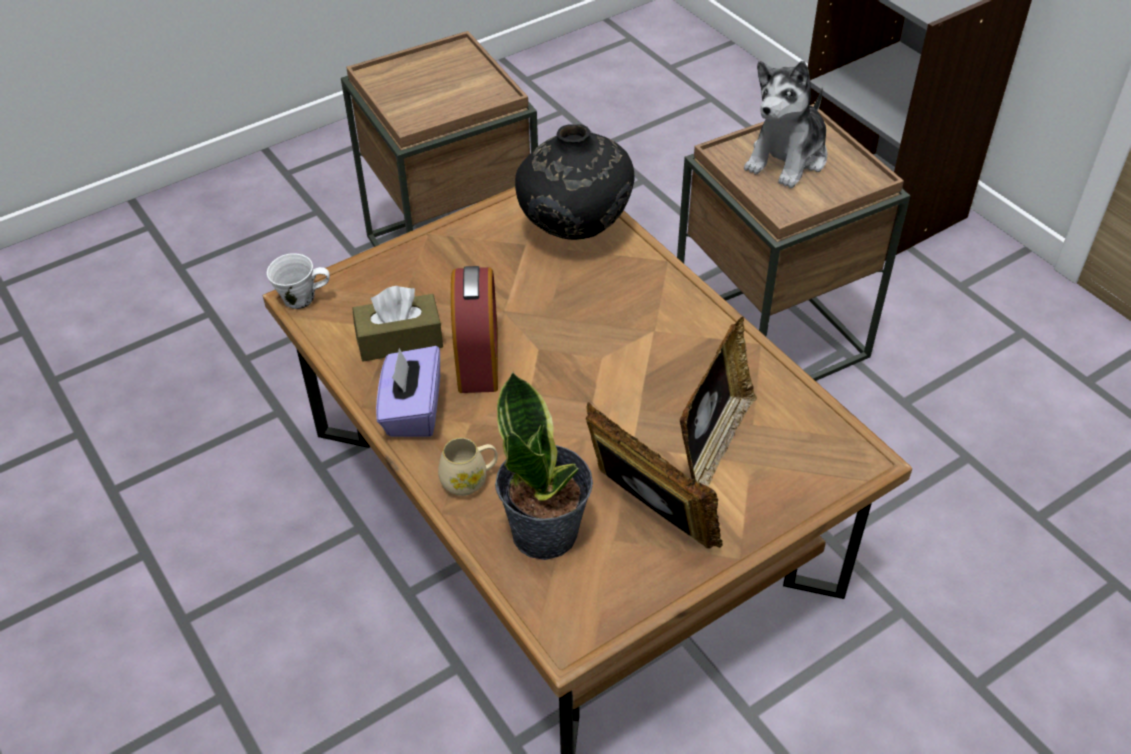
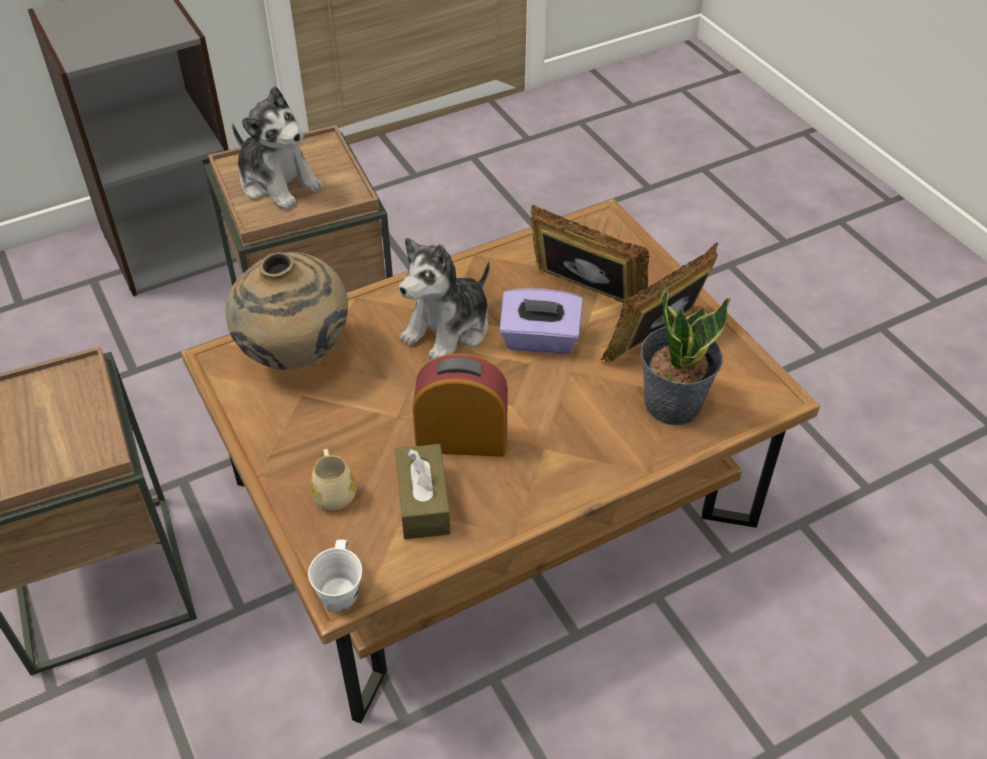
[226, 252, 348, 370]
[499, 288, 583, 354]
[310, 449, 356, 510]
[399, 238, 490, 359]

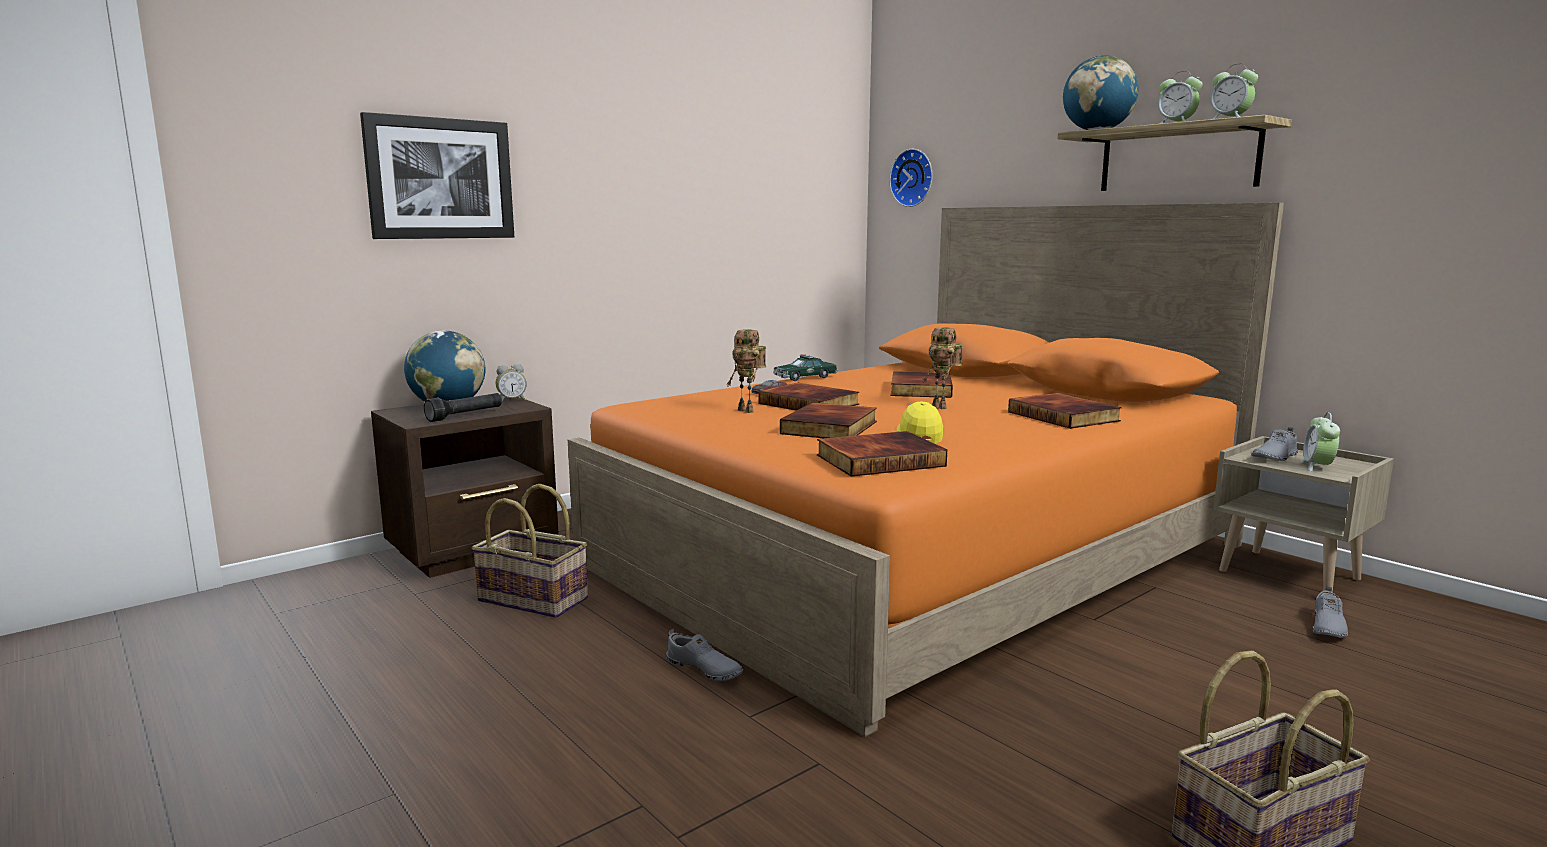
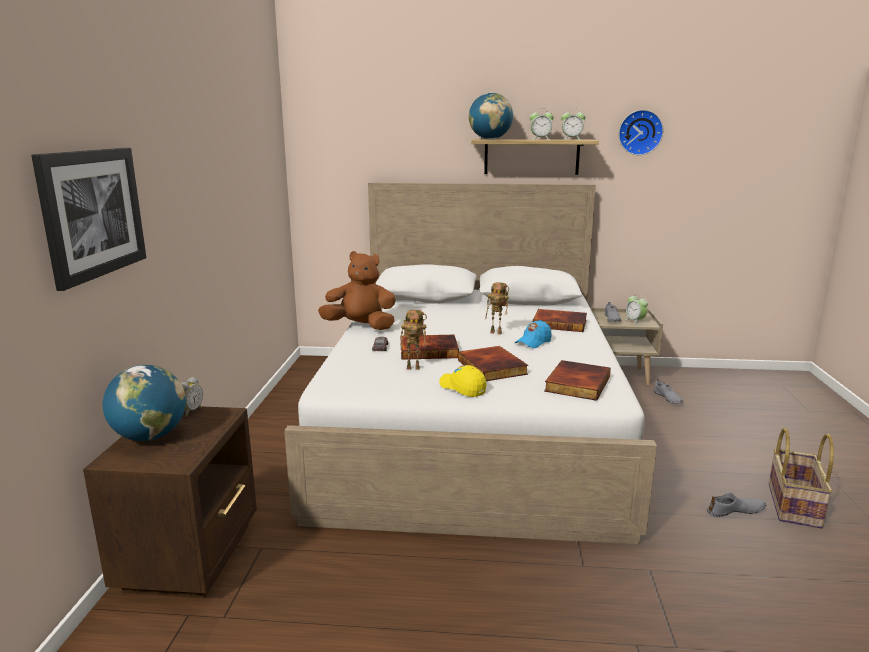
[619, 110, 664, 155]
[284, 183, 657, 545]
[318, 251, 396, 330]
[891, 371, 953, 398] (first image)
[424, 393, 502, 422] (first image)
[439, 365, 486, 397]
[472, 484, 588, 618] (first image)
[707, 492, 766, 517]
[515, 320, 552, 348]

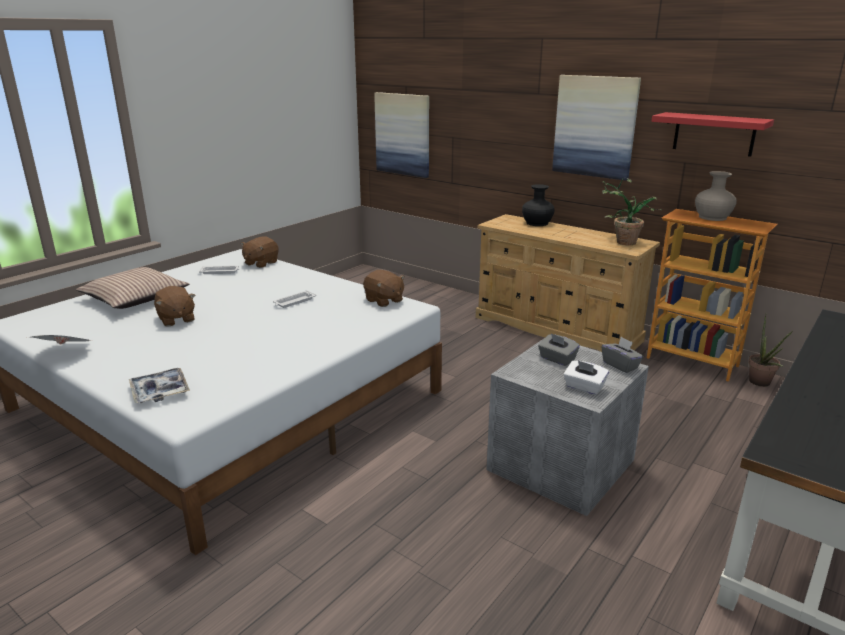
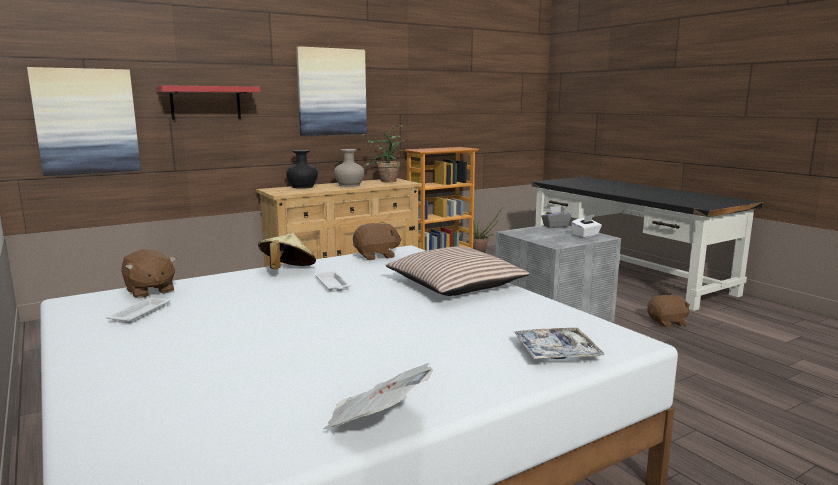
[156, 85, 260, 120]
[334, 149, 364, 187]
[386, 246, 530, 296]
[647, 294, 690, 327]
[538, 333, 580, 366] (first image)
[258, 233, 316, 270]

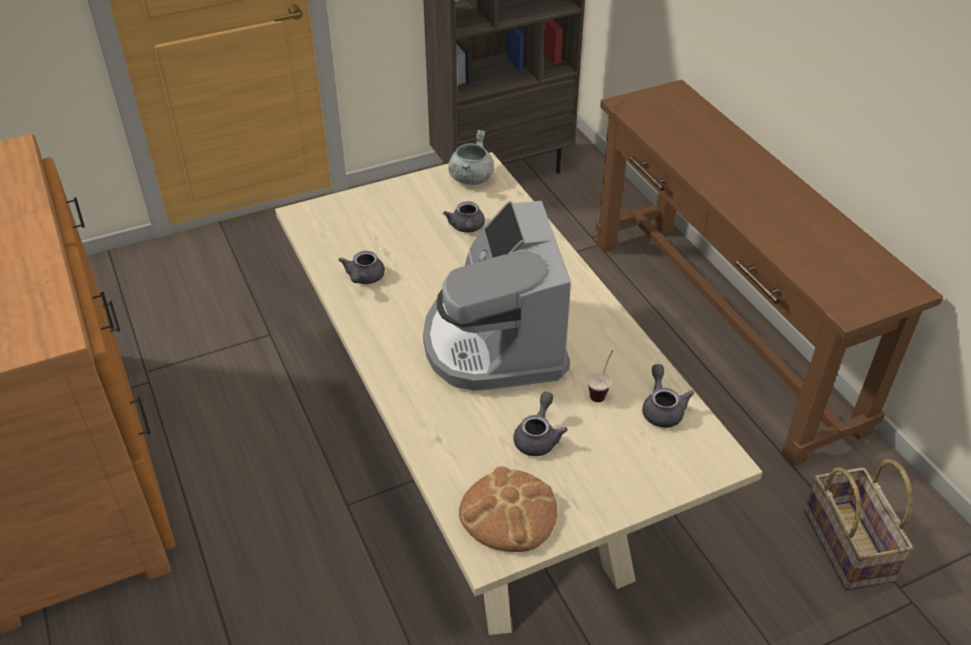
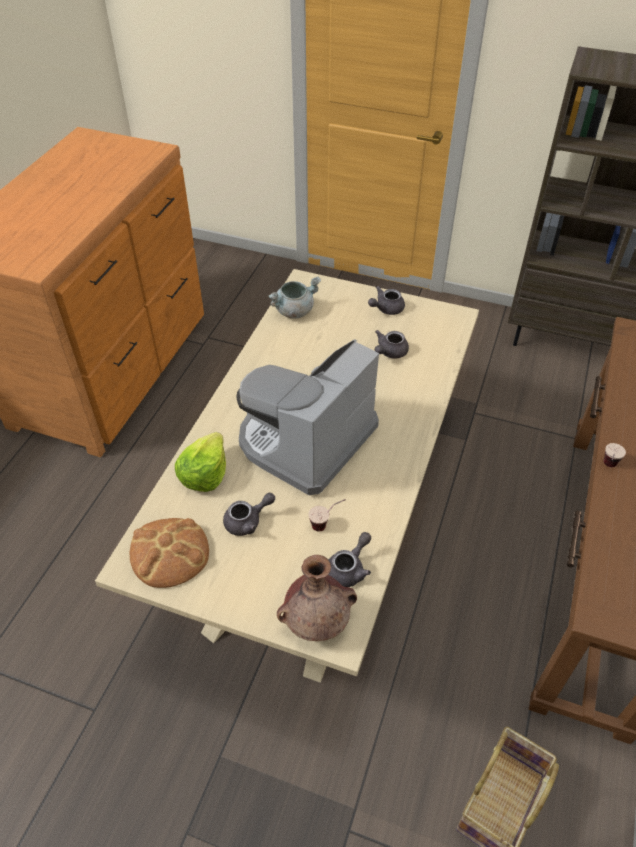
[268, 276, 321, 319]
[368, 286, 405, 315]
[175, 432, 226, 492]
[604, 443, 626, 467]
[277, 555, 357, 641]

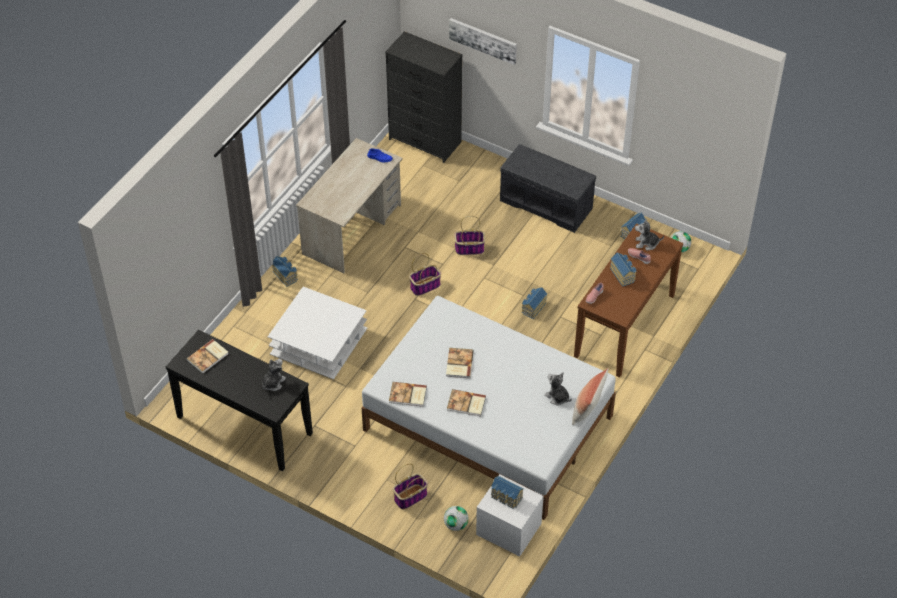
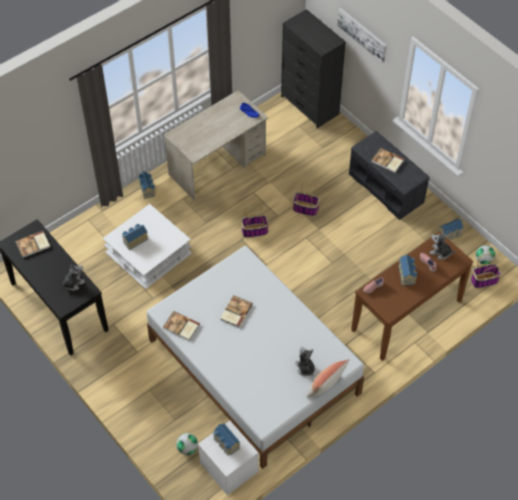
[122, 224, 148, 250]
[371, 148, 405, 173]
[471, 254, 502, 288]

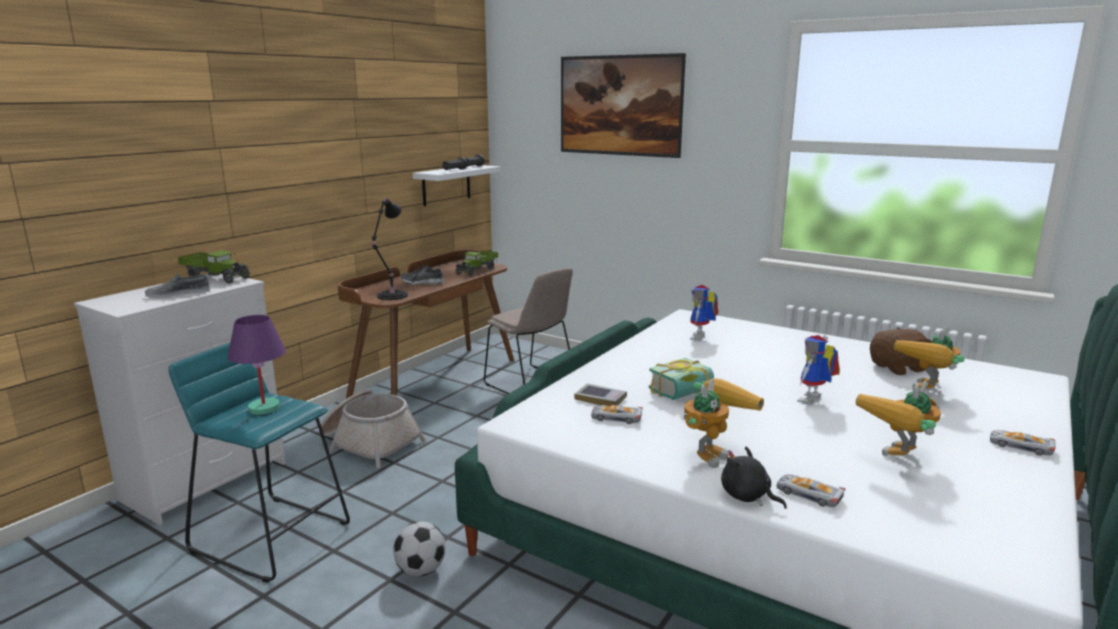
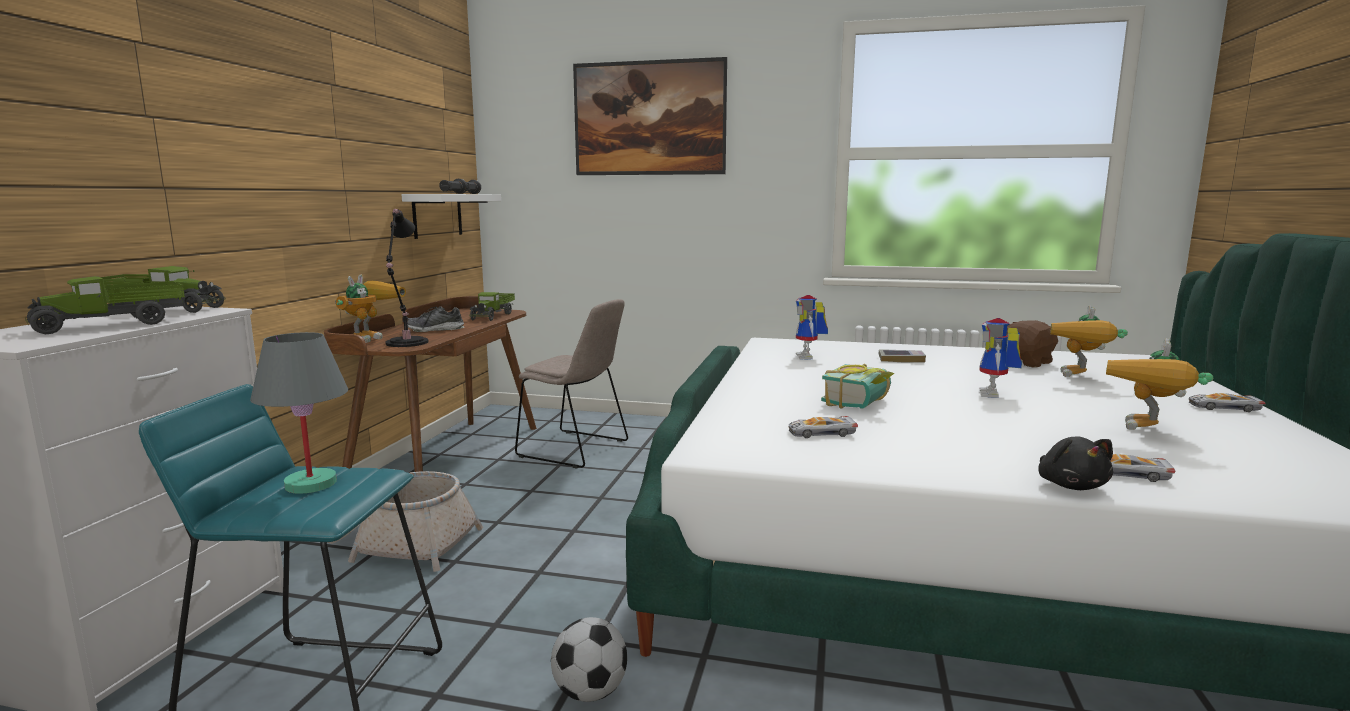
[25, 276, 185, 334]
[250, 332, 348, 494]
[335, 274, 406, 343]
[879, 349, 926, 363]
[1038, 436, 1113, 490]

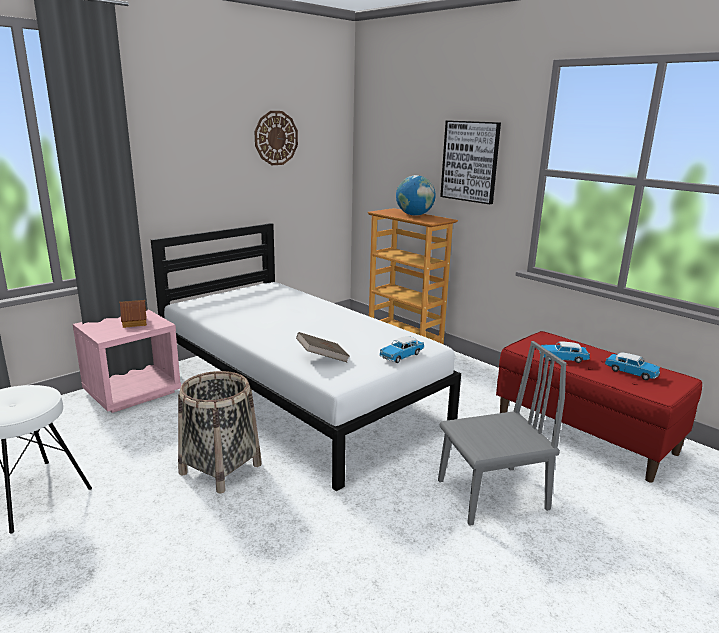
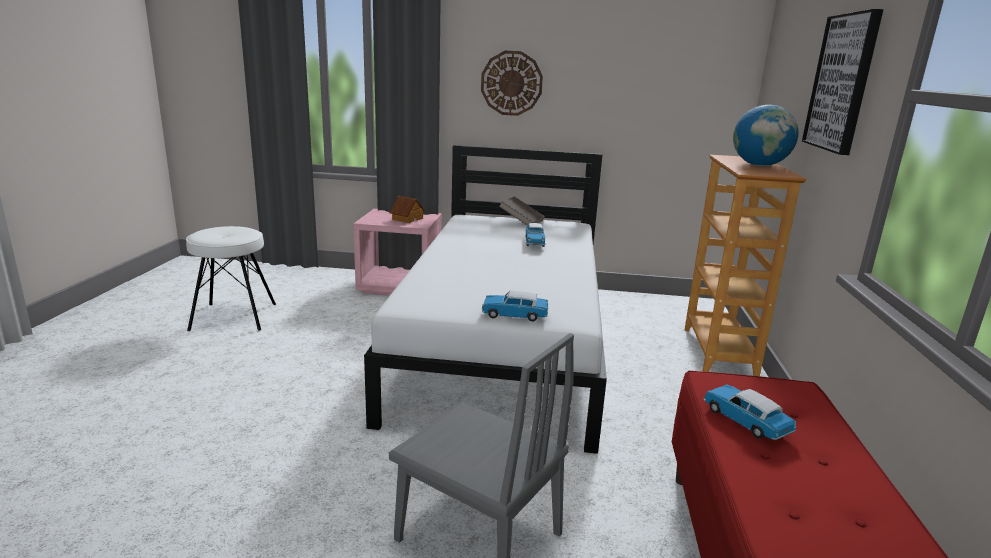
[481, 51, 543, 116]
[499, 197, 545, 226]
[525, 223, 545, 247]
[178, 371, 262, 493] (first image)

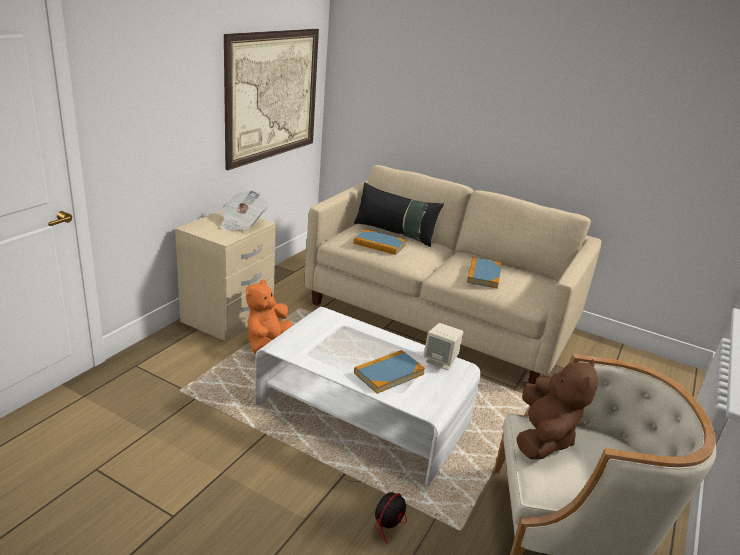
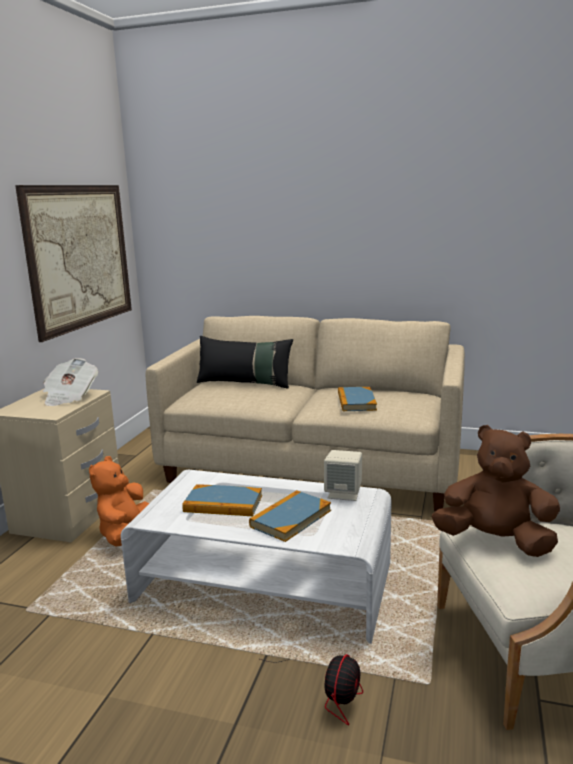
[182, 484, 262, 516]
[432, 425, 560, 557]

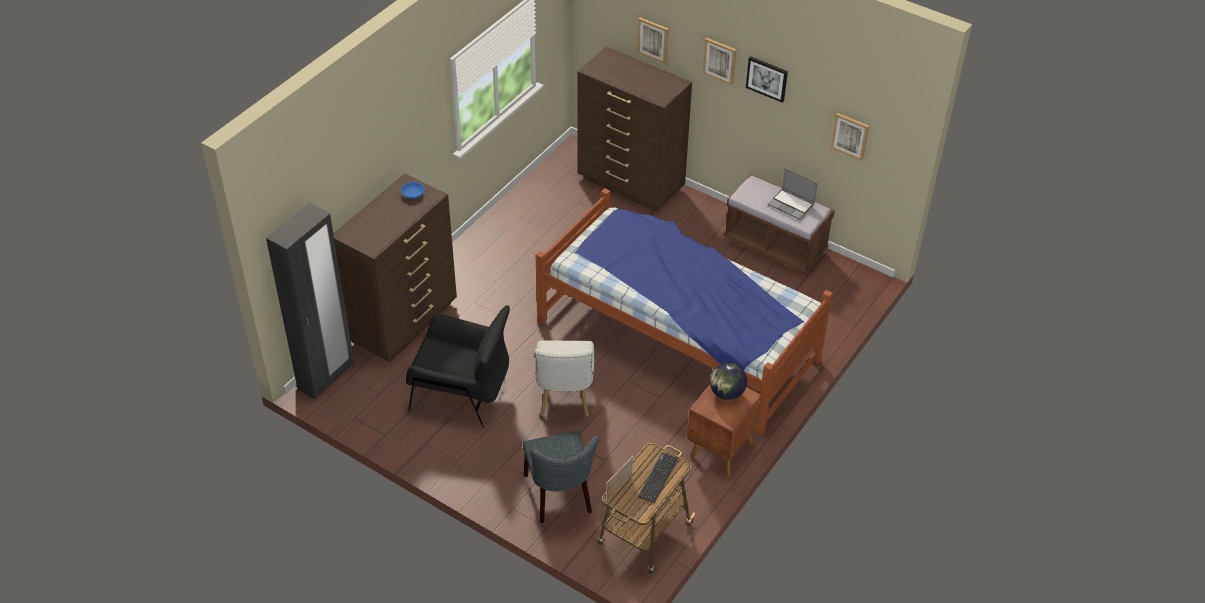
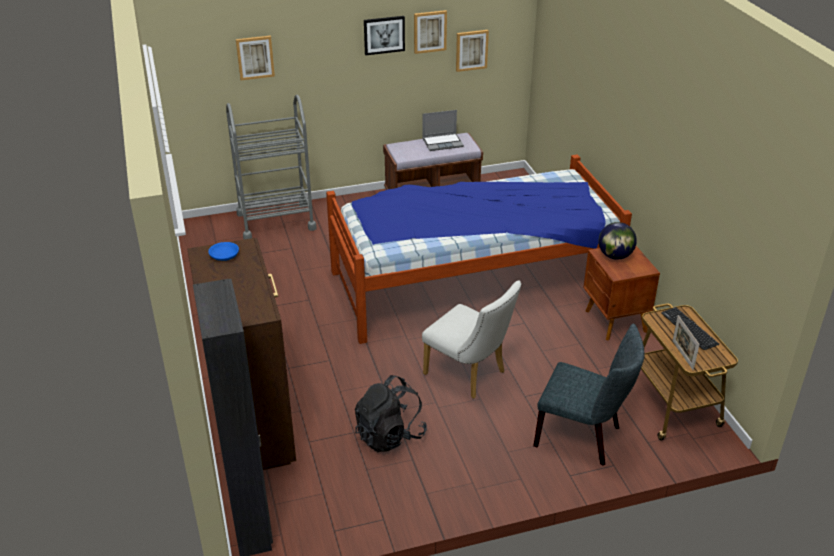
[414, 10, 447, 54]
[226, 95, 317, 239]
[355, 375, 427, 452]

